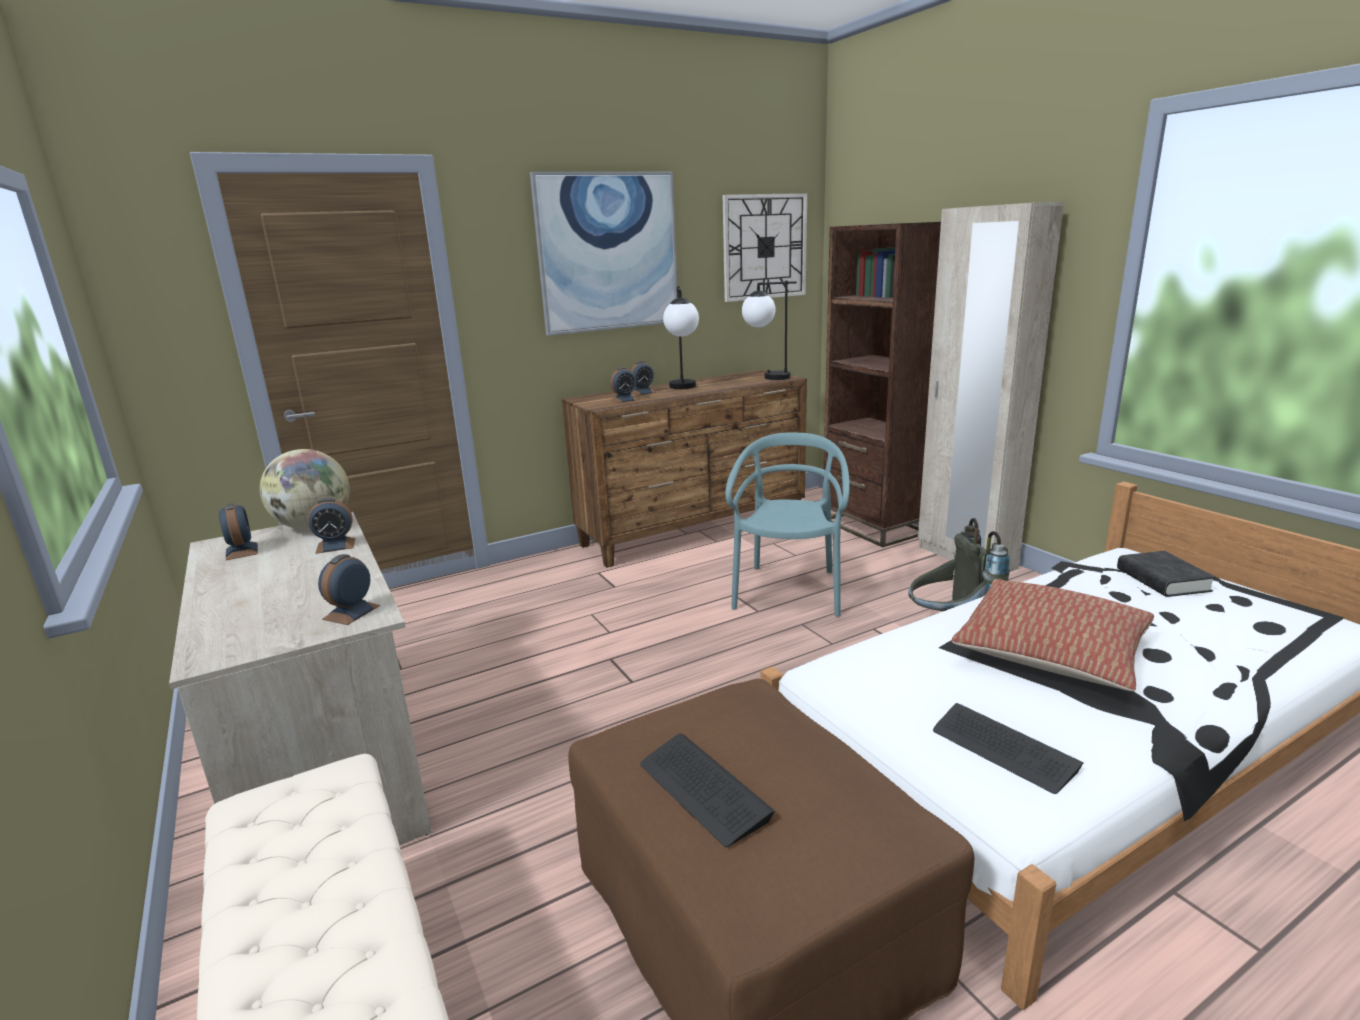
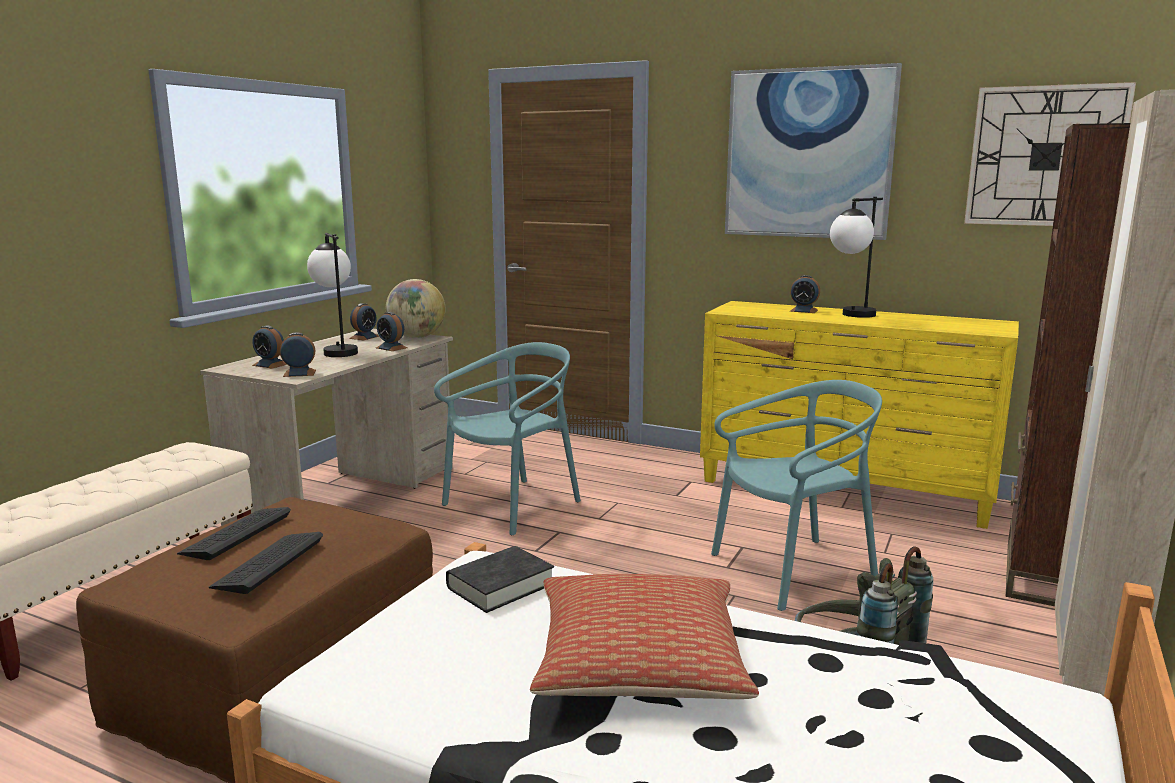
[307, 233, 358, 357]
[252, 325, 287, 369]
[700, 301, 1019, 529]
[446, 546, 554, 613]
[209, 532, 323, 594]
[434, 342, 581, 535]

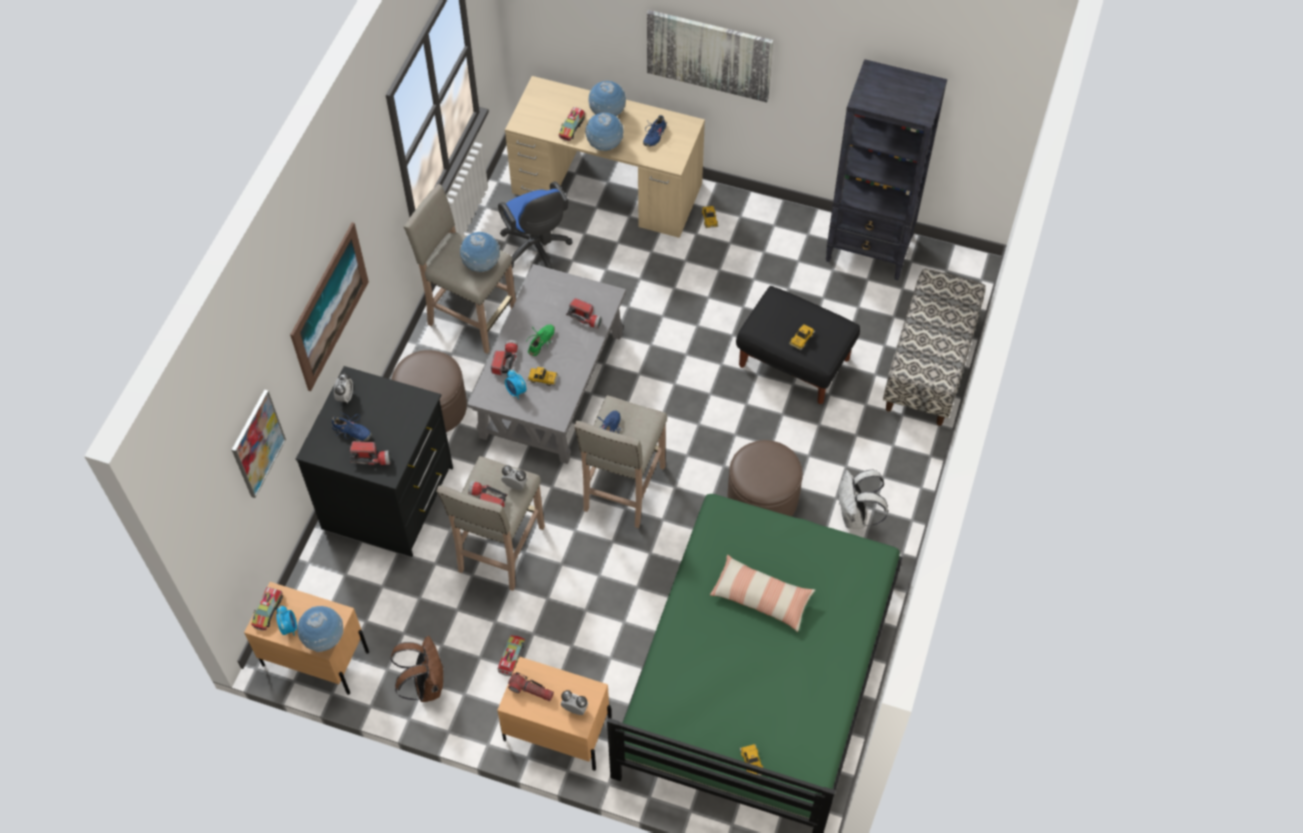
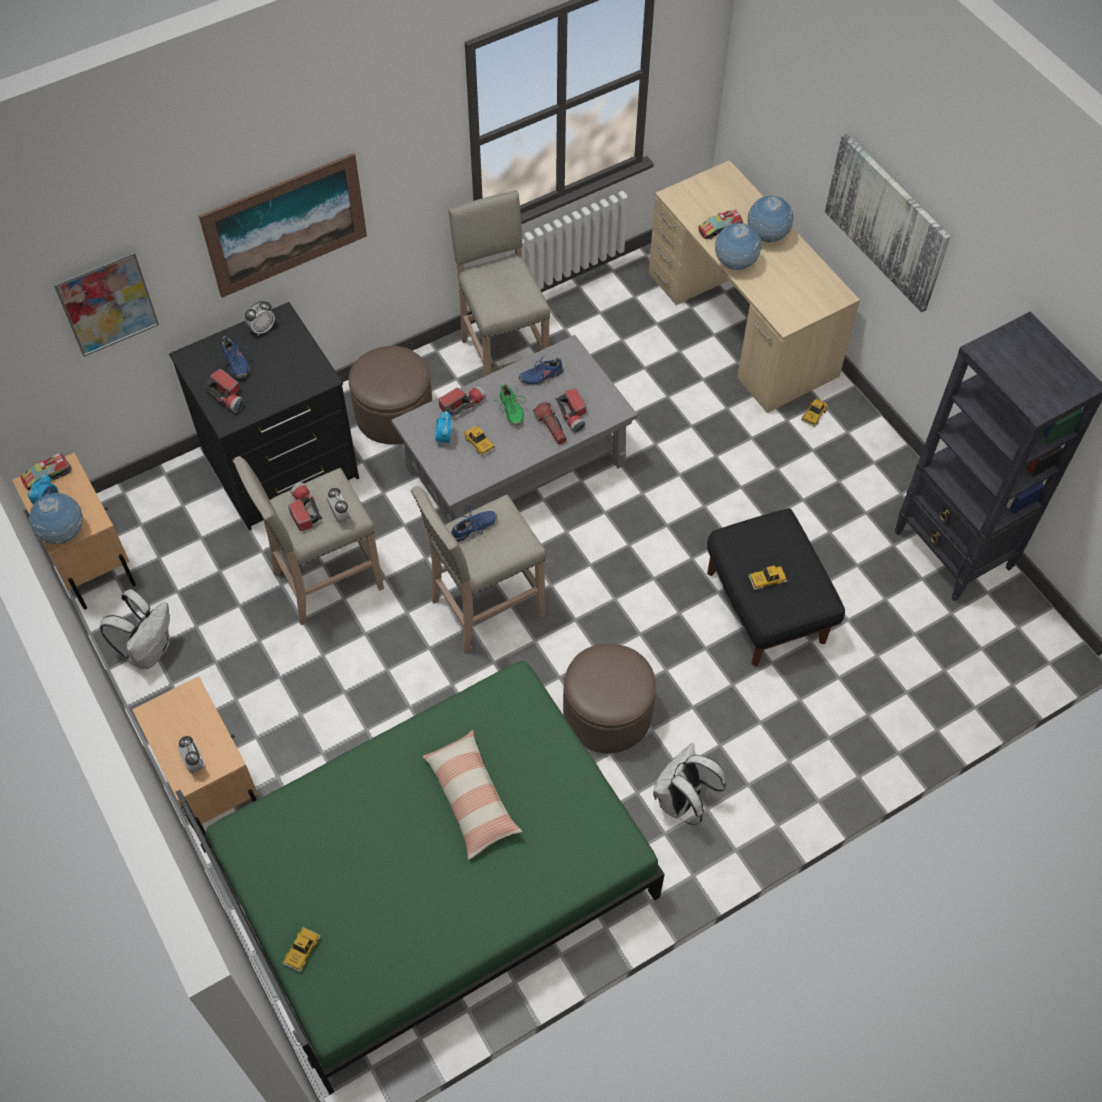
[519, 357, 564, 386]
[498, 182, 572, 269] (first image)
[460, 232, 500, 272] (first image)
[883, 269, 985, 426] (first image)
[496, 384, 526, 426]
[497, 635, 525, 676] (first image)
[100, 589, 170, 669]
[533, 402, 567, 444]

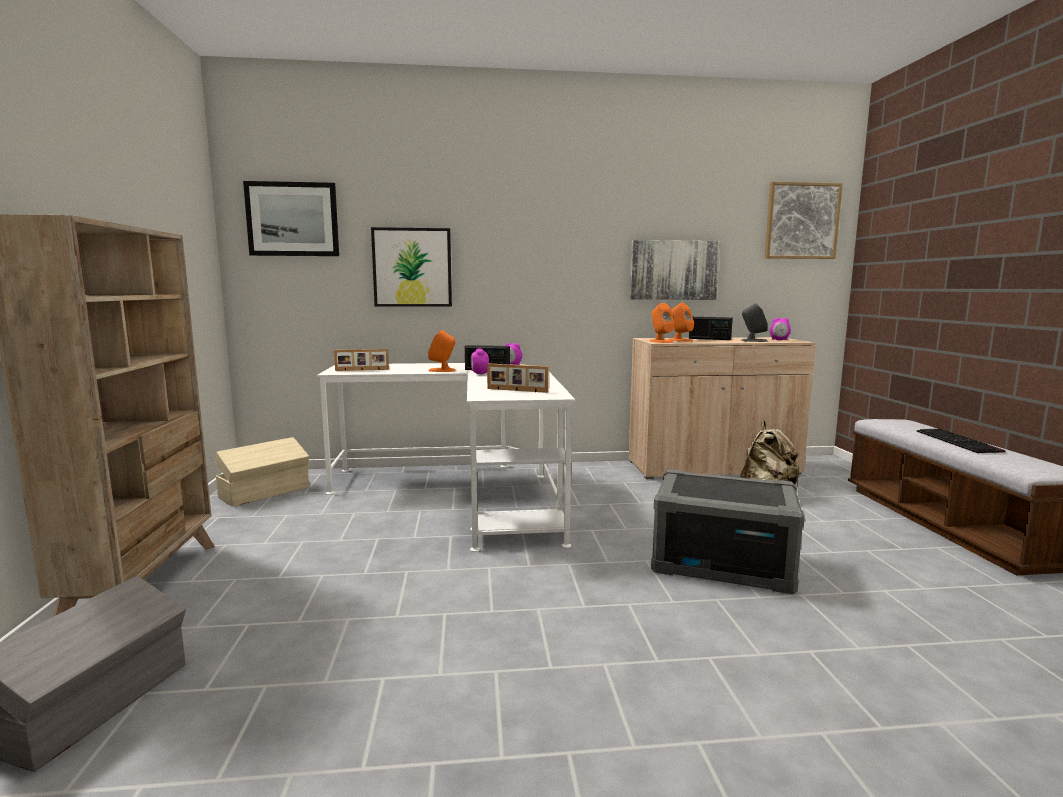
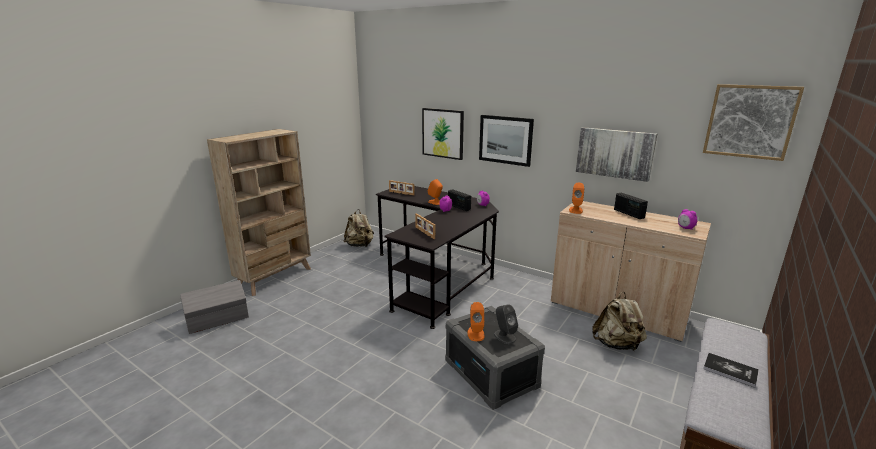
[479, 115, 534, 167]
[468, 302, 485, 341]
[494, 305, 518, 344]
[376, 186, 499, 329]
[703, 353, 759, 388]
[344, 209, 374, 247]

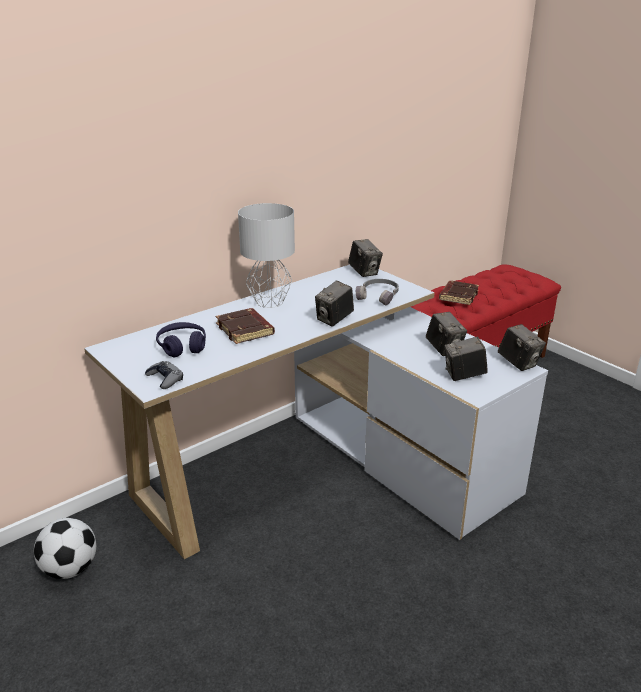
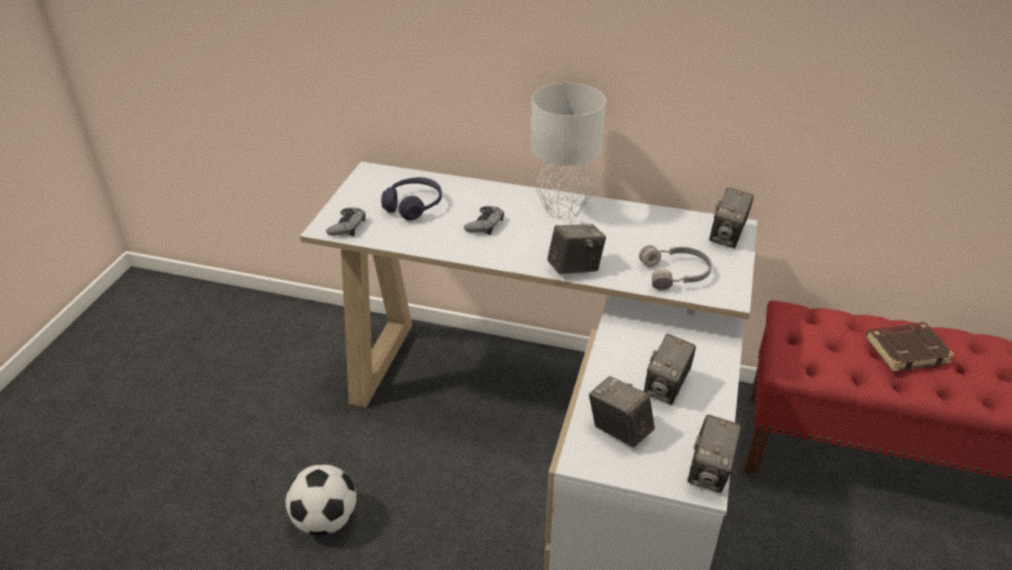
[547, 224, 606, 274]
[464, 206, 504, 235]
[285, 464, 357, 536]

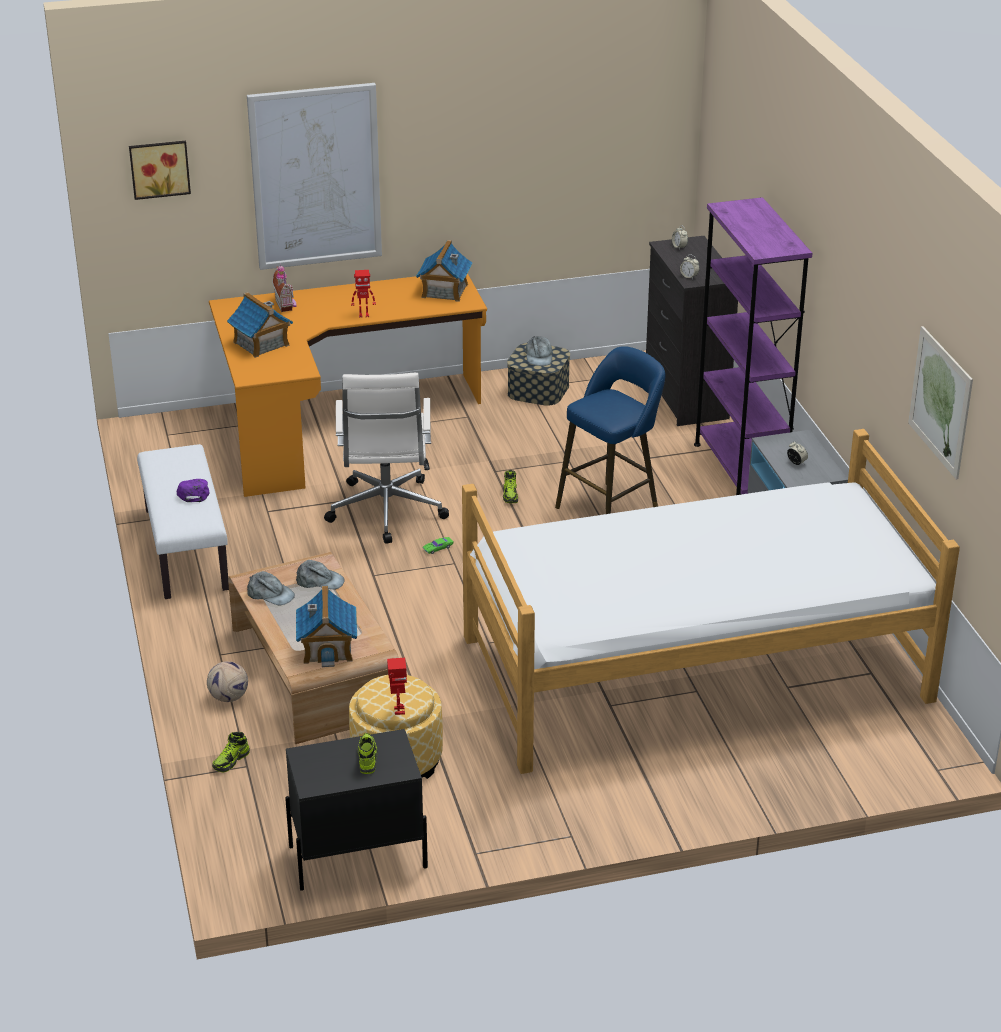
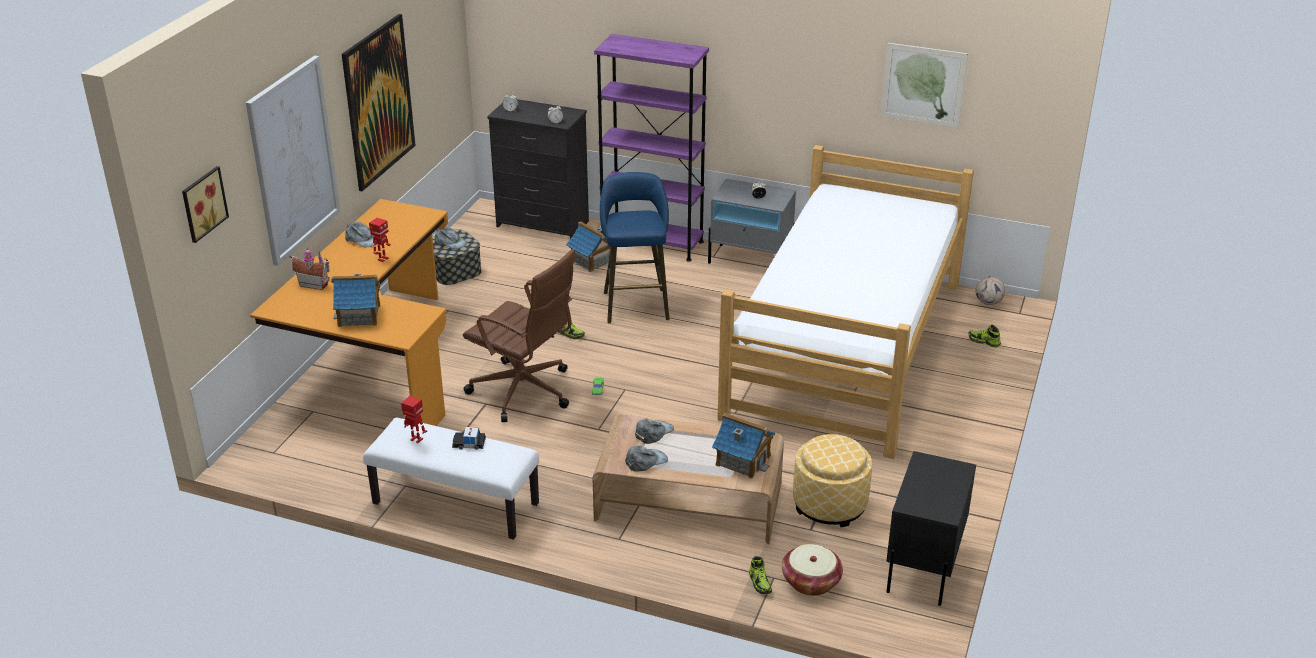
[566, 222, 611, 272]
[463, 249, 576, 422]
[452, 427, 486, 450]
[401, 396, 427, 443]
[975, 277, 1005, 305]
[969, 325, 1001, 348]
[342, 14, 416, 191]
[345, 222, 377, 248]
[782, 544, 843, 596]

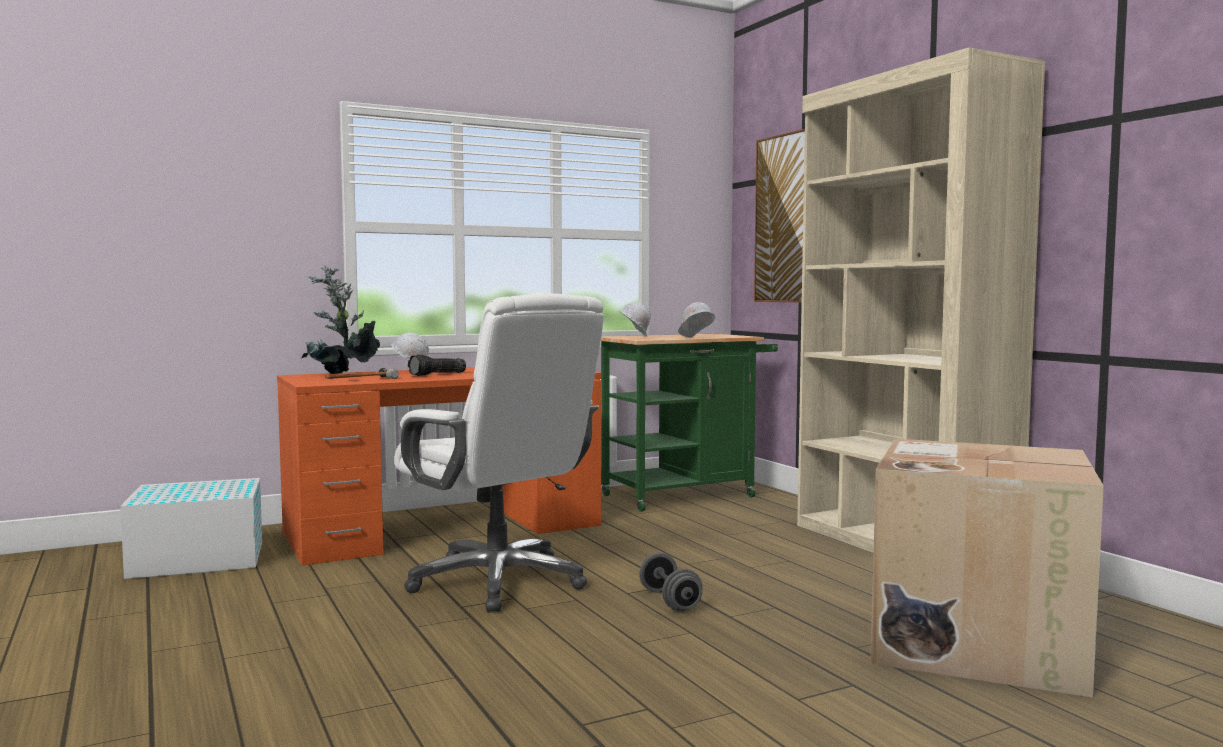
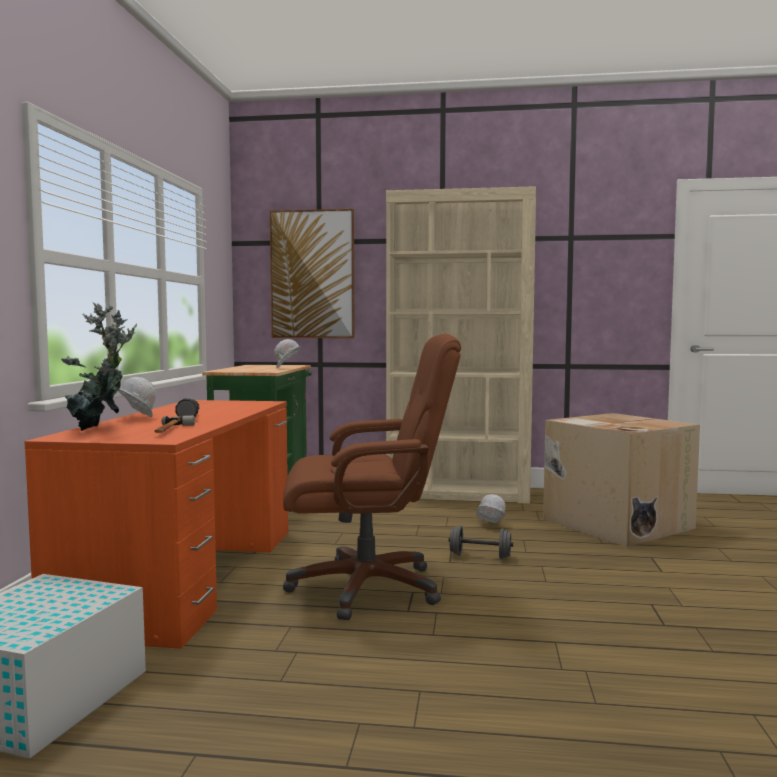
[283, 334, 461, 620]
[476, 494, 506, 523]

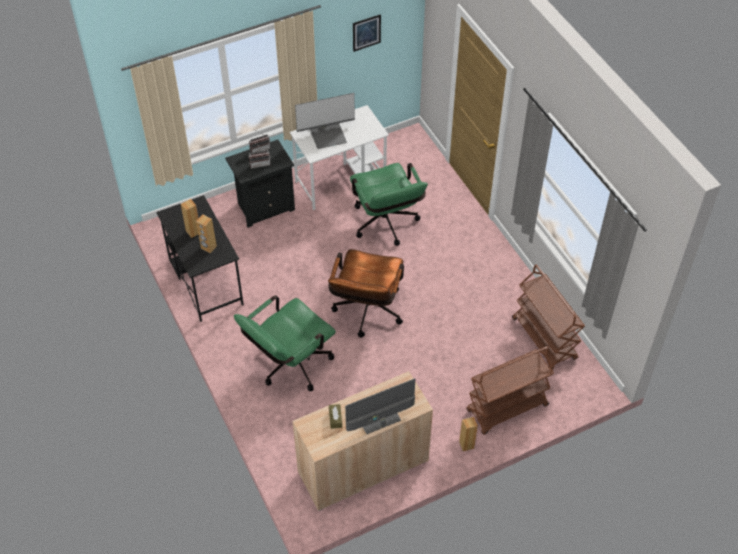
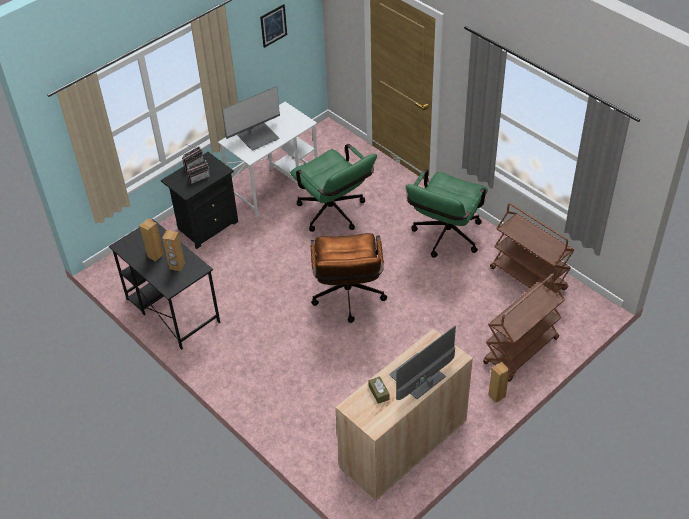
[405, 169, 488, 258]

